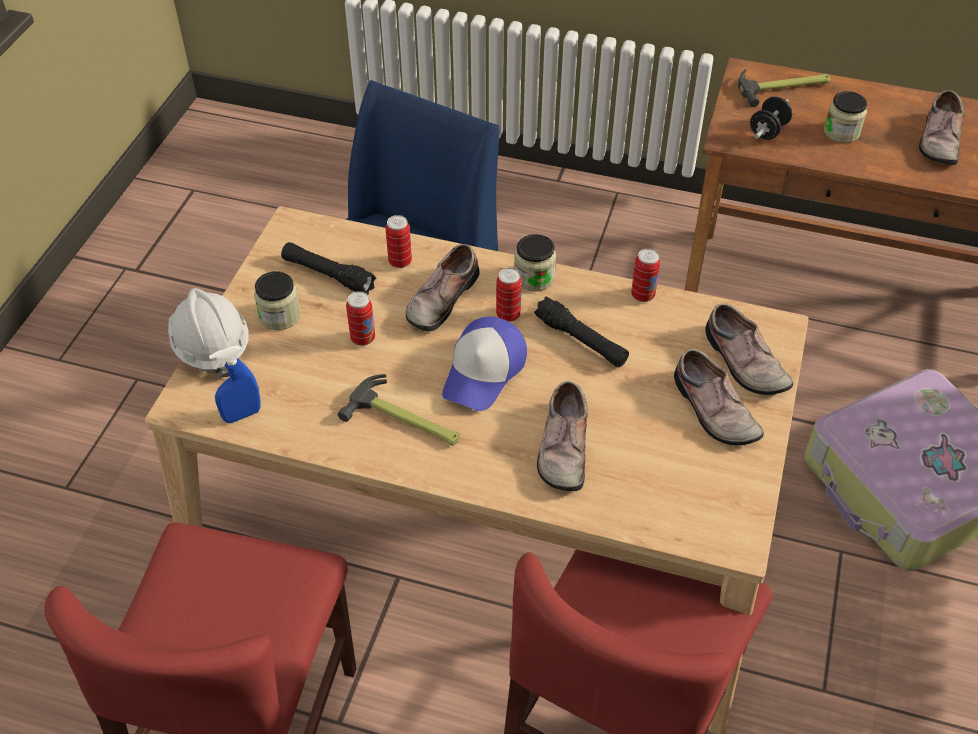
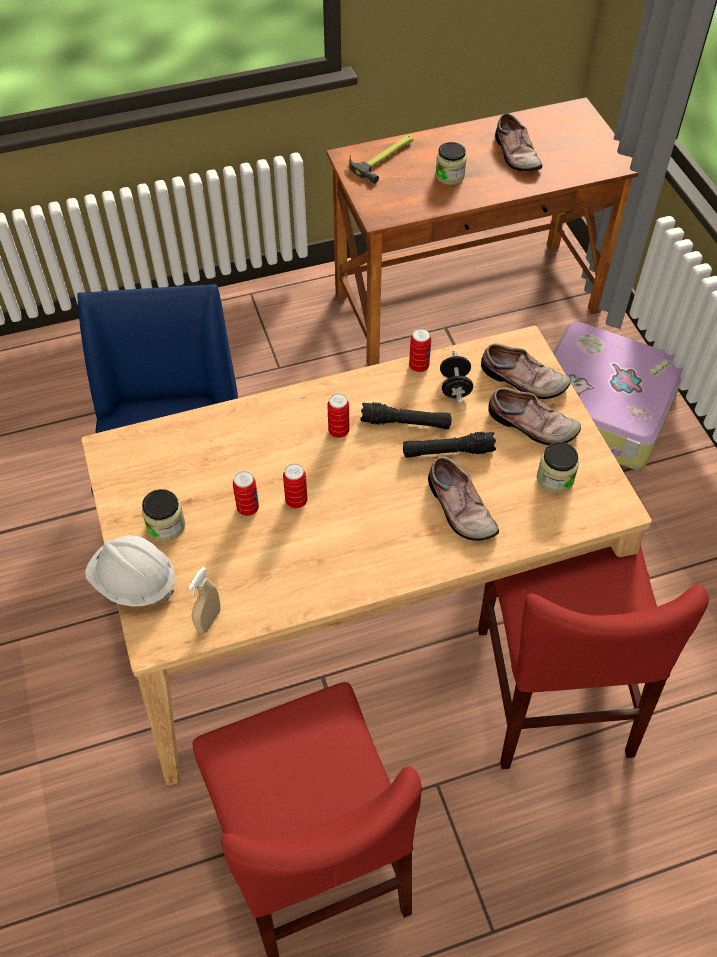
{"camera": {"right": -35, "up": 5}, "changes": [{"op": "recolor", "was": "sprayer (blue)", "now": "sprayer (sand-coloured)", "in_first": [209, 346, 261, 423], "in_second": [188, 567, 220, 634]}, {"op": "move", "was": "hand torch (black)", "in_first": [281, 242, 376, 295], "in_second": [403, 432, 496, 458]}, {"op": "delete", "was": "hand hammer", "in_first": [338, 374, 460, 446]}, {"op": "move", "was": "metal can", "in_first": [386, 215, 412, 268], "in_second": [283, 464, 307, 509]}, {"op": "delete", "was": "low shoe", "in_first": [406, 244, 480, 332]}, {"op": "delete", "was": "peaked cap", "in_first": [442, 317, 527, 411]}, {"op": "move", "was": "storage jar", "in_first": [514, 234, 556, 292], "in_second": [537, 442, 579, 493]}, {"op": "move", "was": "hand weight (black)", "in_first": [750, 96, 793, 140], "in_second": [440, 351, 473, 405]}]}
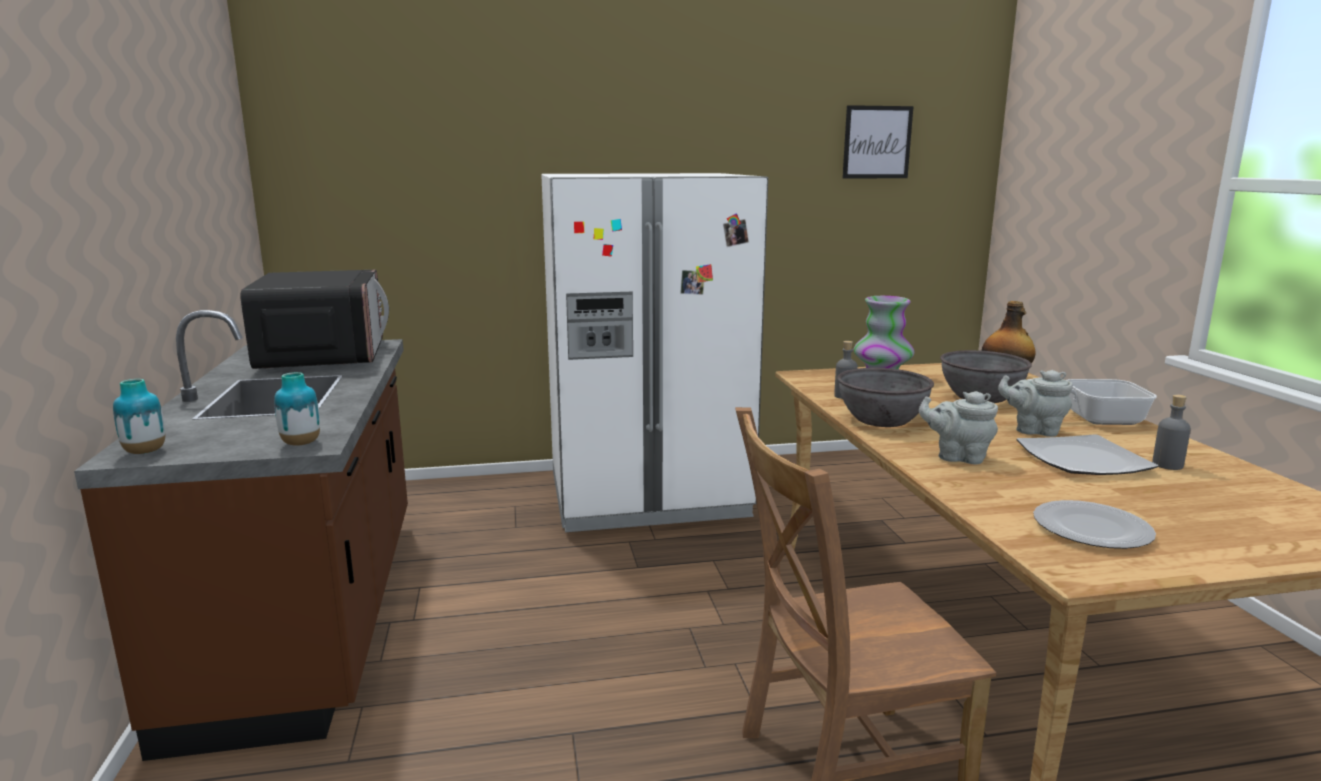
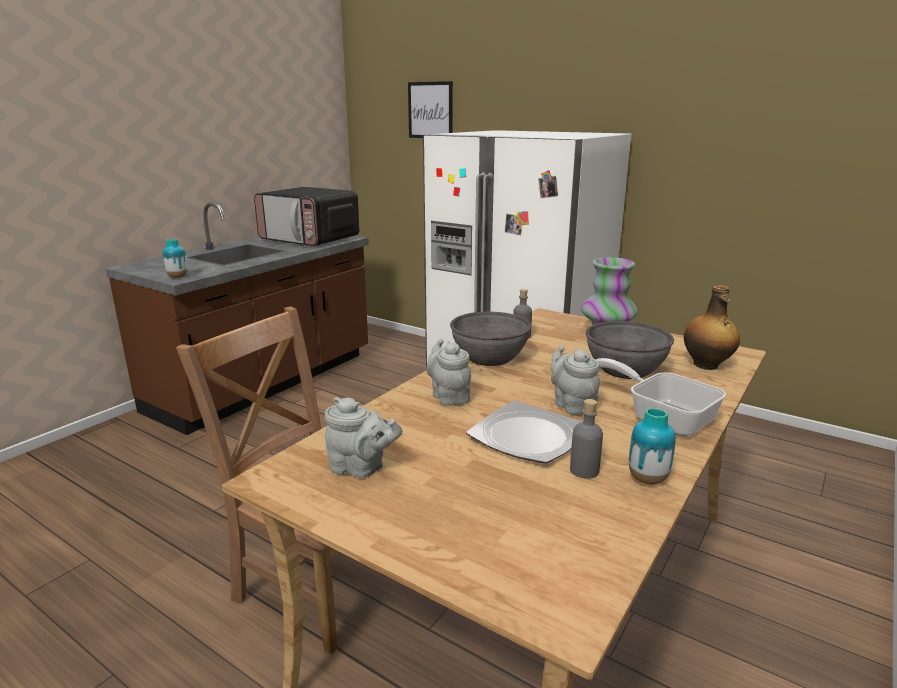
{"camera": {"right": 45, "up": 5}, "changes": [{"op": "move", "was": "vase", "in_first": [113, 379, 165, 454], "in_second": [629, 408, 675, 484]}, {"op": "rotate", "was": "kitchen microwave", "in_first": [241, 270, 389, 369], "in_second": [254, 187, 360, 246], "clockwise": 90}, {"op": "move", "was": "wall picture", "in_first": [842, 105, 914, 178], "in_second": [408, 81, 453, 138]}, {"op": "replace", "was": "dinner plate", "now": "pot for tea (gray)", "in_first": [1033, 500, 1156, 549], "in_second": [325, 397, 402, 478]}]}
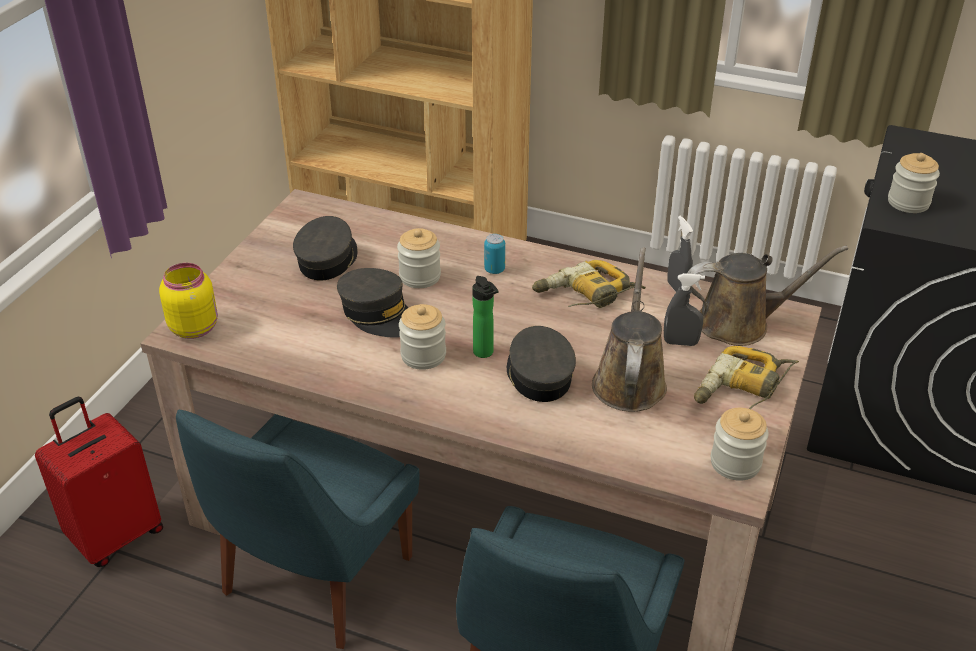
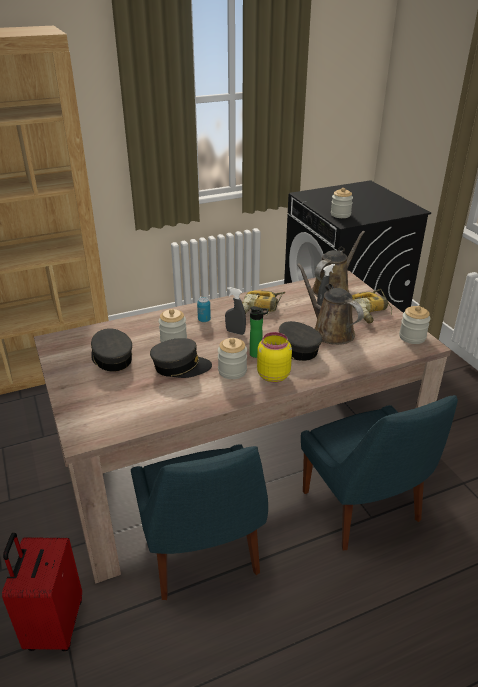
{"camera": {"right": -45, "up": -5}, "changes": [{"op": "move", "was": "storage jar (yellow)", "in_first": [159, 263, 218, 339], "in_second": [257, 332, 292, 383]}, {"op": "move", "was": "sprayer (gray)", "in_first": [667, 216, 693, 292], "in_second": [225, 287, 246, 335]}]}
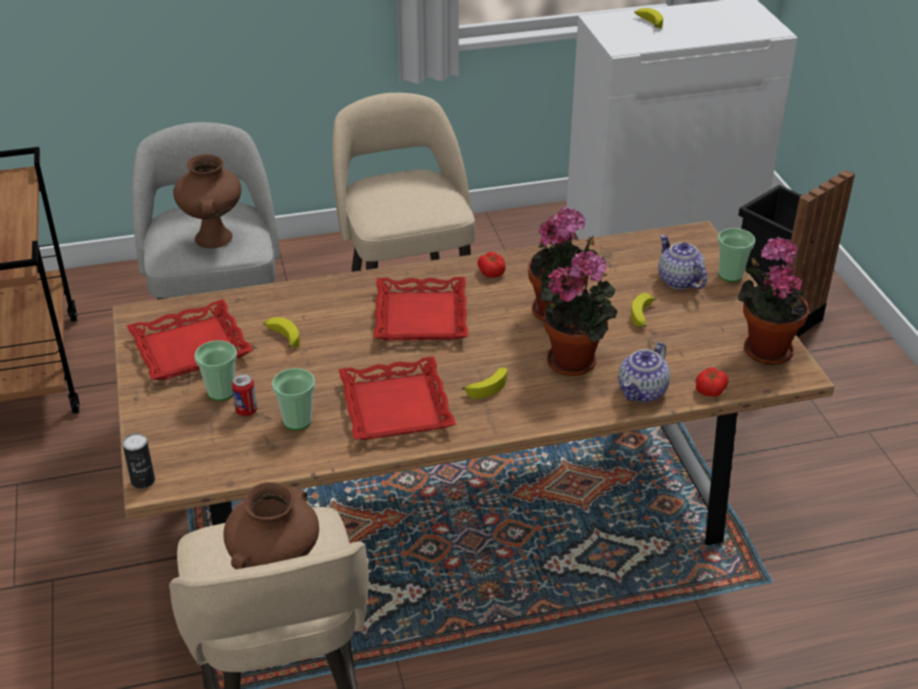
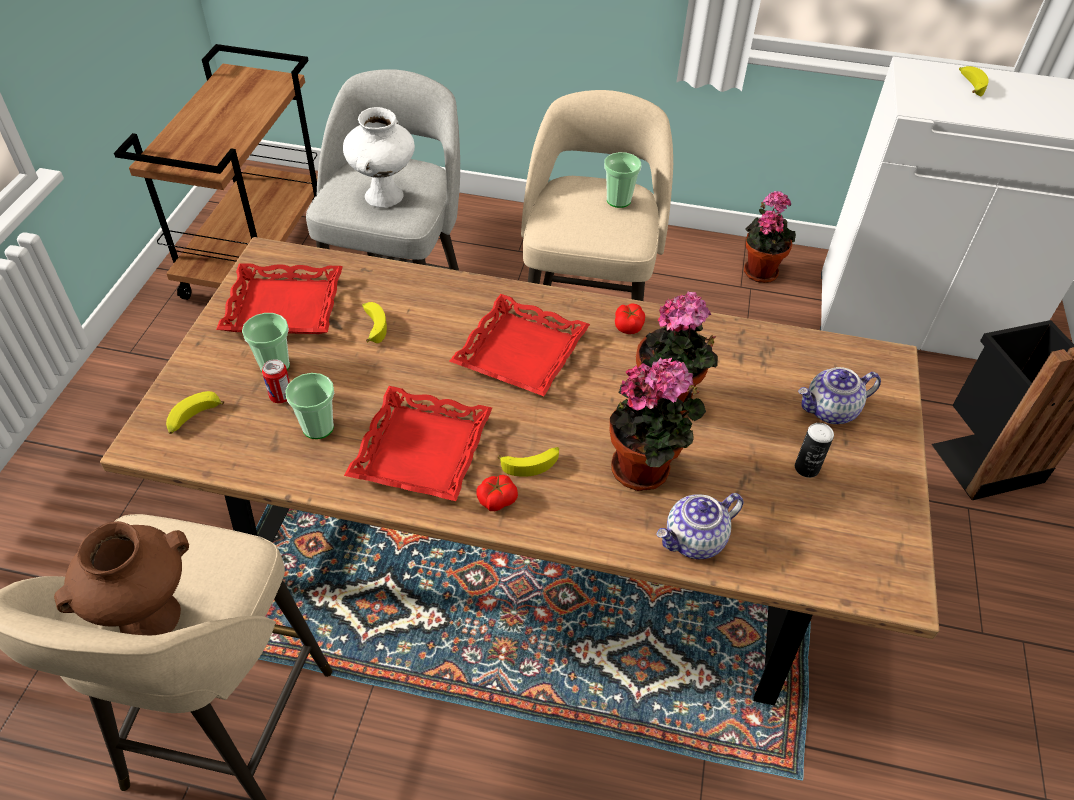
{"camera": {"right": 25, "up": 10}, "changes": [{"op": "move", "was": "metal can", "in_first": [122, 433, 155, 489], "in_second": [795, 423, 834, 478]}, {"op": "recolor", "was": "vase (brown-coloured)", "now": "vase (whitish)", "in_first": [173, 154, 241, 248], "in_second": [343, 107, 415, 208]}, {"op": "move", "was": "banana fruit", "in_first": [631, 293, 657, 327], "in_second": [166, 391, 224, 434]}, {"op": "rotate", "was": "pot for tea", "in_first": [658, 235, 707, 290], "in_second": [798, 367, 881, 424], "clockwise": -105}, {"op": "move", "was": "whole tomato", "in_first": [696, 367, 729, 397], "in_second": [477, 475, 518, 511]}, {"op": "move", "was": "cup", "in_first": [718, 228, 755, 282], "in_second": [604, 152, 641, 208]}, {"op": "move", "was": "plant in a pot", "in_first": [738, 237, 809, 365], "in_second": [744, 191, 796, 283]}]}
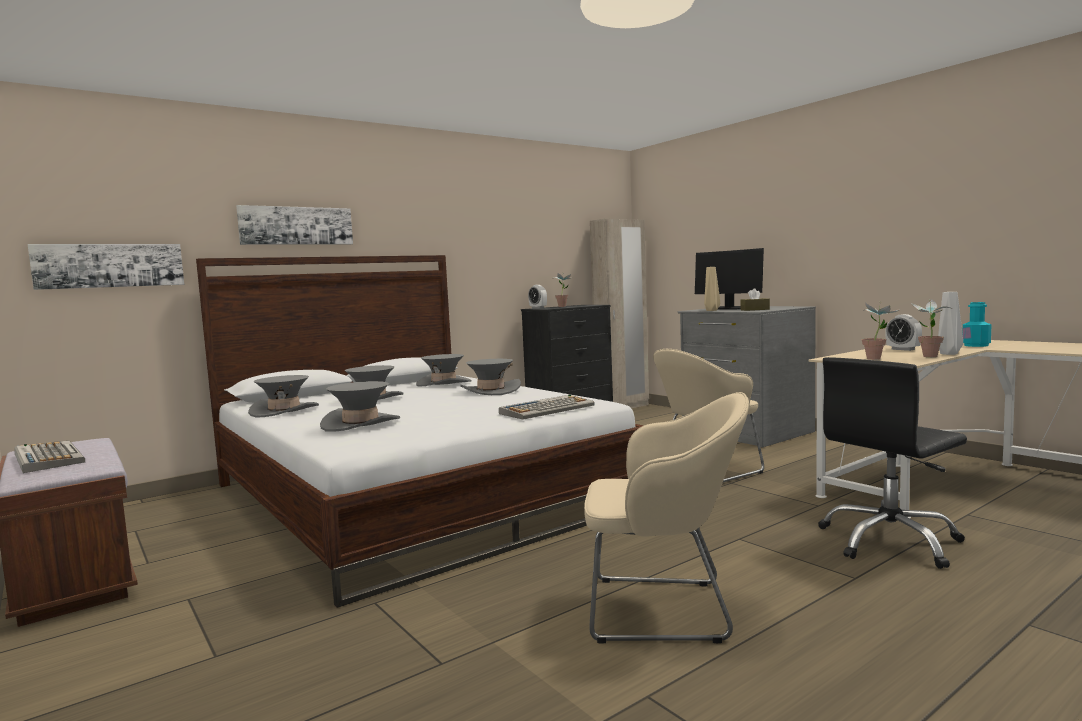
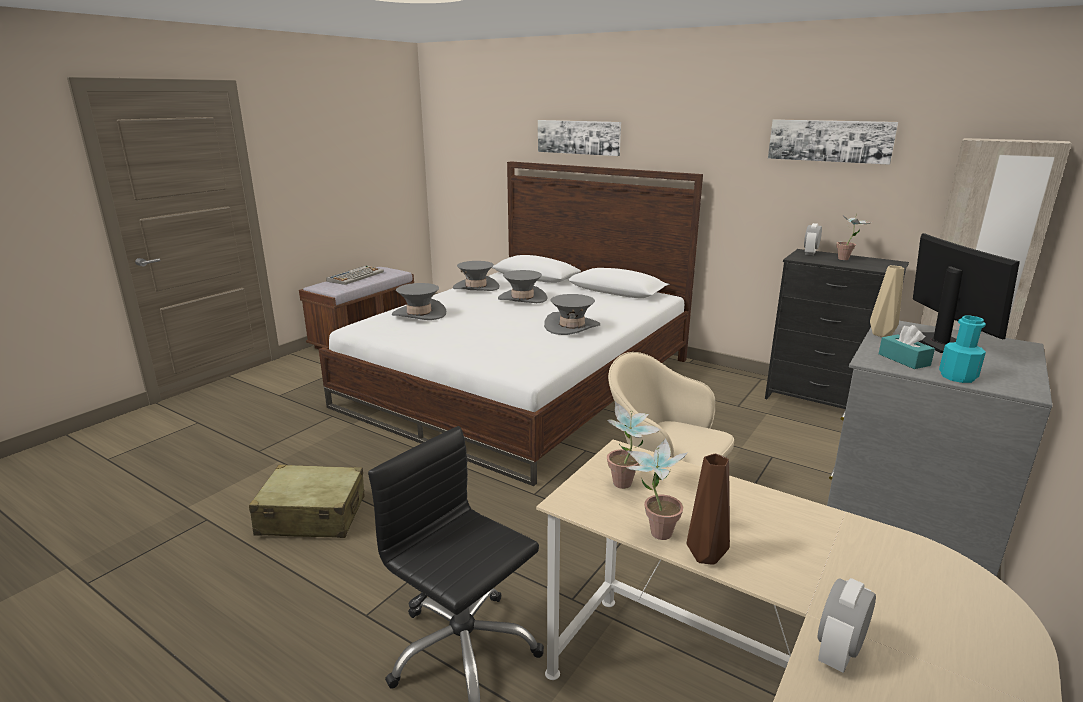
{"camera": {"right": 70, "up": 15}, "changes": [{"op": "move", "was": "wall picture", "in_first": [28, 244, 184, 290], "in_second": [768, 120, 898, 165]}, {"op": "delete", "was": "hat (gray)", "in_first": [416, 354, 471, 387]}, {"op": "delete", "was": "computer keyboard", "in_first": [499, 395, 594, 420]}, {"op": "replace", "was": "armchair (sand-coloured)", "now": "piece of luggage (sand-coloured)", "in_first": [584, 392, 749, 644], "in_second": [249, 464, 365, 538]}, {"op": "rotate", "was": "monitor", "in_first": [695, 248, 764, 310], "in_second": [913, 233, 1020, 353], "clockwise": 150}, {"op": "recolor", "was": "box of tissues (brown-coloured)", "now": "box of tissues (turquoise-coloured)", "in_first": [740, 288, 770, 311], "in_second": [879, 325, 935, 369]}, {"op": "move", "was": "alarm clock", "in_first": [885, 314, 922, 351], "in_second": [818, 578, 876, 673]}, {"op": "recolor", "was": "vase (whitish)", "now": "vase (brown-coloured)", "in_first": [938, 292, 963, 355], "in_second": [687, 454, 730, 565]}, {"op": "move", "was": "drink bottle (turquoise-coloured)", "in_first": [962, 302, 992, 347], "in_second": [939, 316, 986, 383]}]}
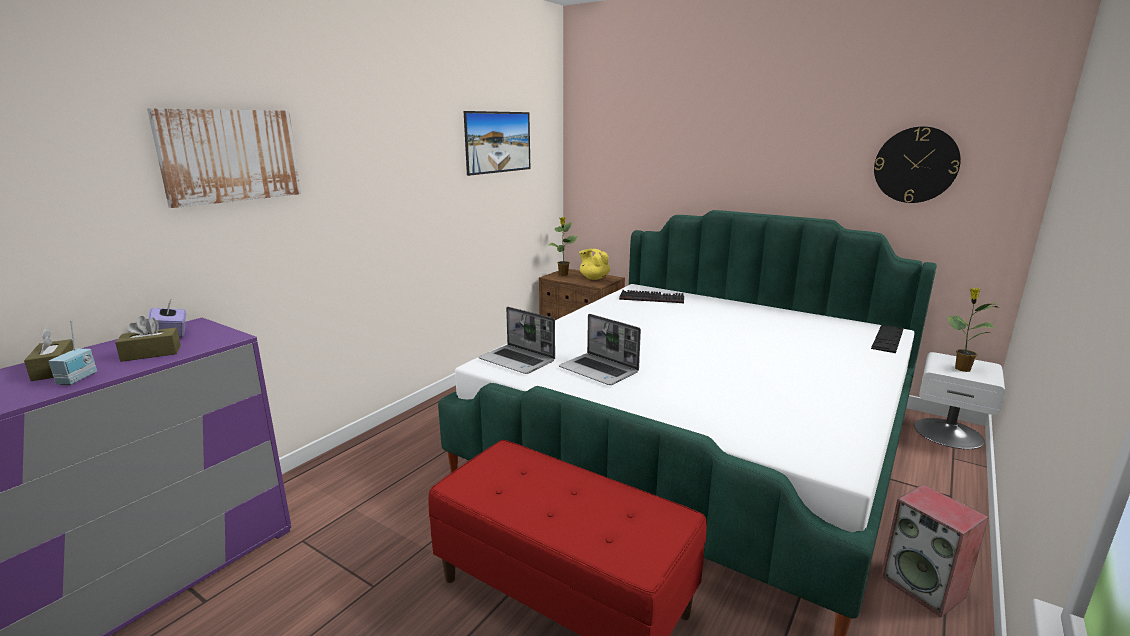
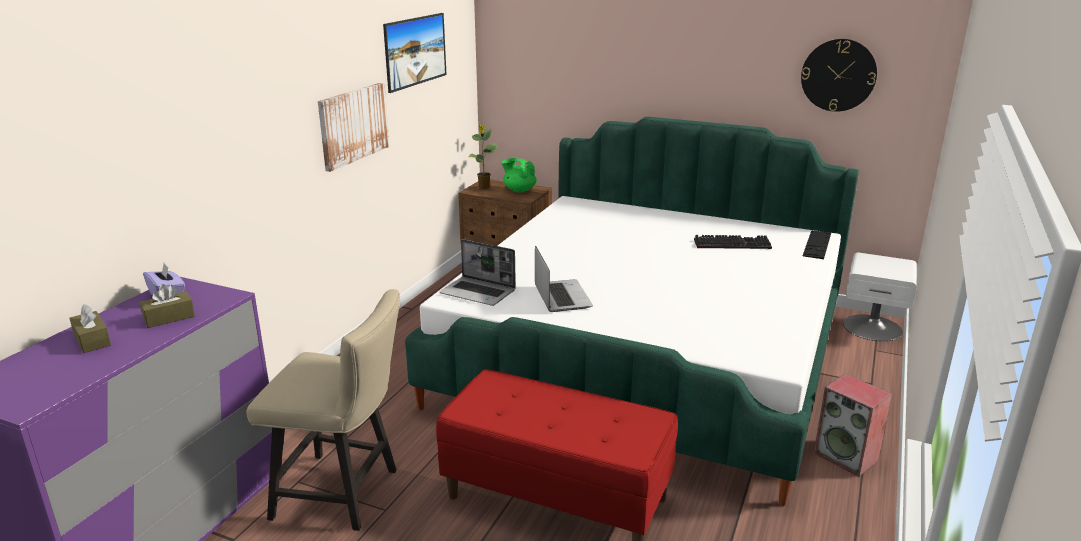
{"camera": {"right": -10, "up": 5}, "changes": [{"op": "delete", "was": "radio", "in_first": [49, 320, 97, 385]}, {"op": "move", "was": "wall picture", "in_first": [147, 108, 301, 208], "in_second": [318, 83, 389, 172]}, {"op": "rotate", "was": "notebook computer", "in_first": [559, 314, 641, 385], "in_second": [535, 246, 593, 312], "clockwise": -135}, {"op": "recolor", "was": "pot for tea (yellow)", "now": "pot for tea (greenish)", "in_first": [579, 249, 610, 280], "in_second": [501, 158, 537, 192]}, {"op": "move", "was": "computer keyboard", "in_first": [619, 290, 684, 303], "in_second": [694, 235, 772, 249]}, {"op": "delete", "was": "plant in a pot", "in_first": [948, 288, 999, 372]}, {"op": "insert", "now": "upright chair (sand-coloured)", "in_second": [246, 289, 400, 531]}]}
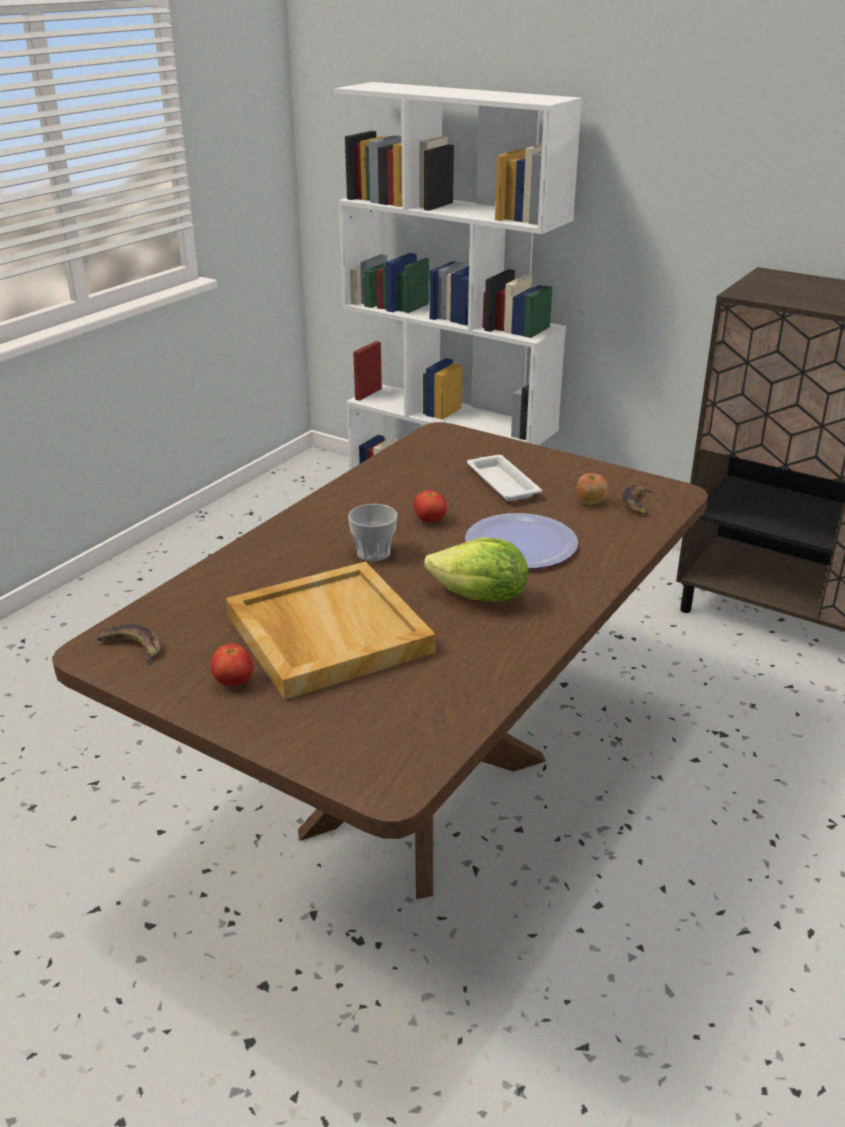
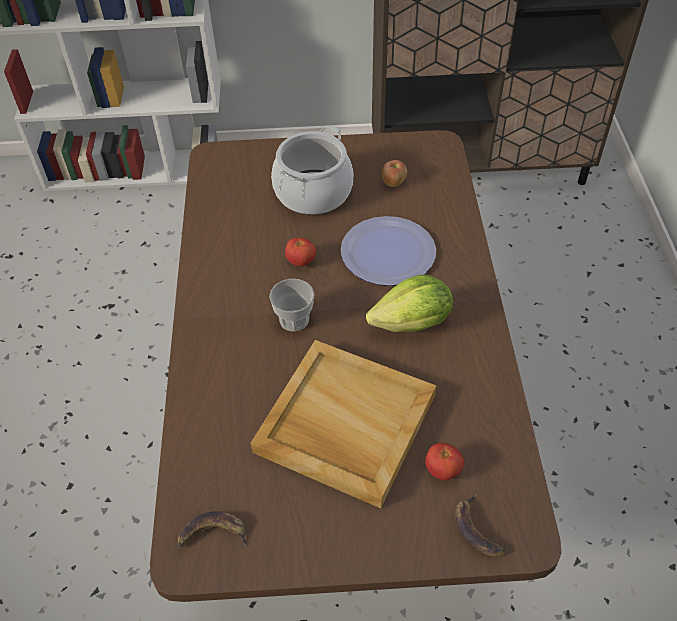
{"camera": {"right": -35, "up": 20}, "changes": [{"op": "move", "was": "whole tomato", "in_first": [211, 644, 253, 686], "in_second": [425, 443, 464, 480]}, {"op": "replace", "was": "tray (whitish)", "now": "cooking pot", "in_first": [467, 455, 542, 501], "in_second": [271, 126, 353, 215]}, {"op": "move", "was": "banana fruit", "in_first": [623, 484, 655, 514], "in_second": [455, 493, 506, 557]}]}
